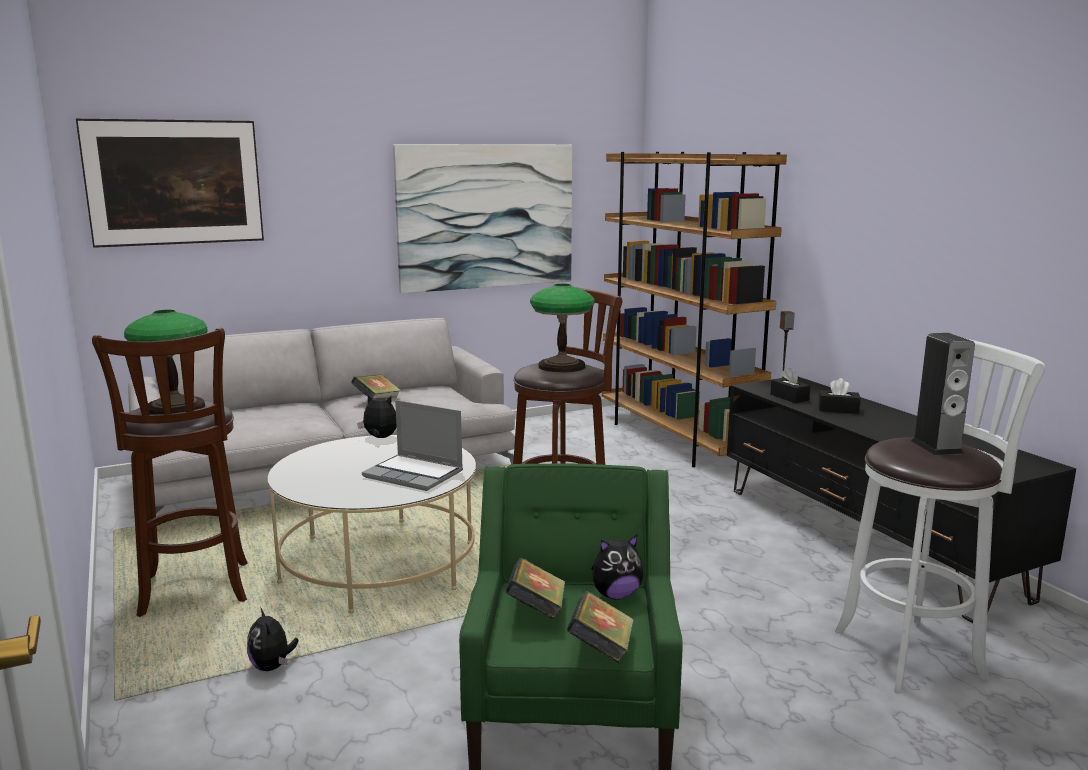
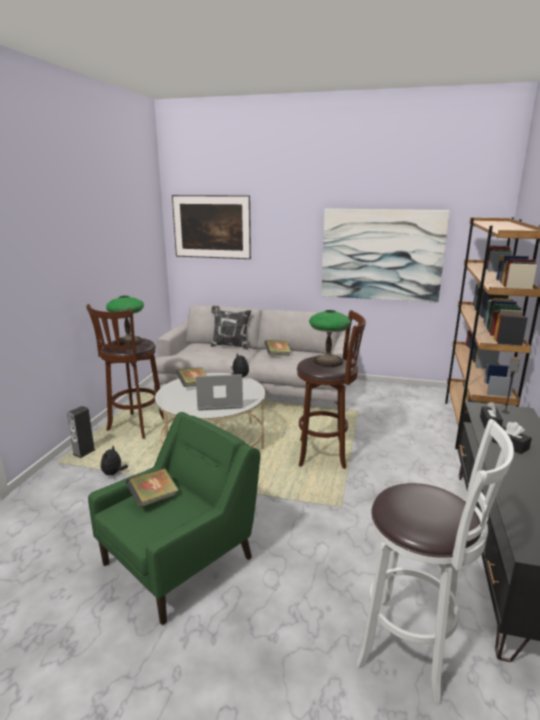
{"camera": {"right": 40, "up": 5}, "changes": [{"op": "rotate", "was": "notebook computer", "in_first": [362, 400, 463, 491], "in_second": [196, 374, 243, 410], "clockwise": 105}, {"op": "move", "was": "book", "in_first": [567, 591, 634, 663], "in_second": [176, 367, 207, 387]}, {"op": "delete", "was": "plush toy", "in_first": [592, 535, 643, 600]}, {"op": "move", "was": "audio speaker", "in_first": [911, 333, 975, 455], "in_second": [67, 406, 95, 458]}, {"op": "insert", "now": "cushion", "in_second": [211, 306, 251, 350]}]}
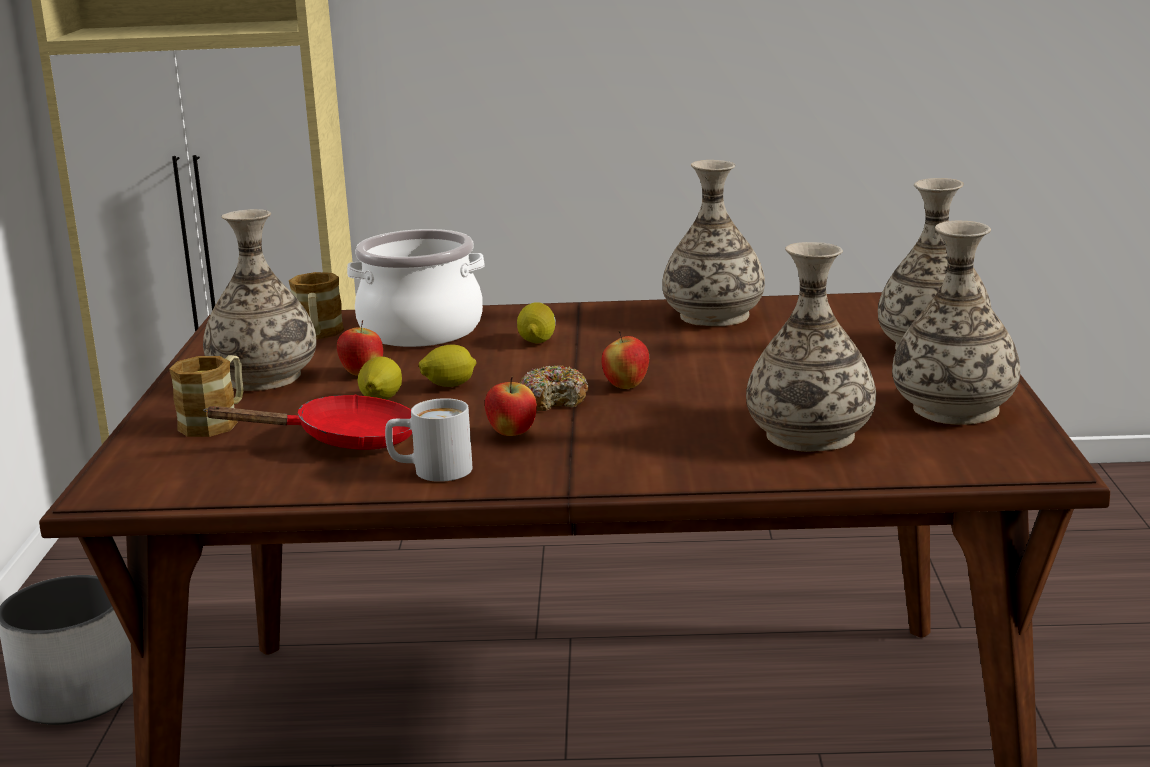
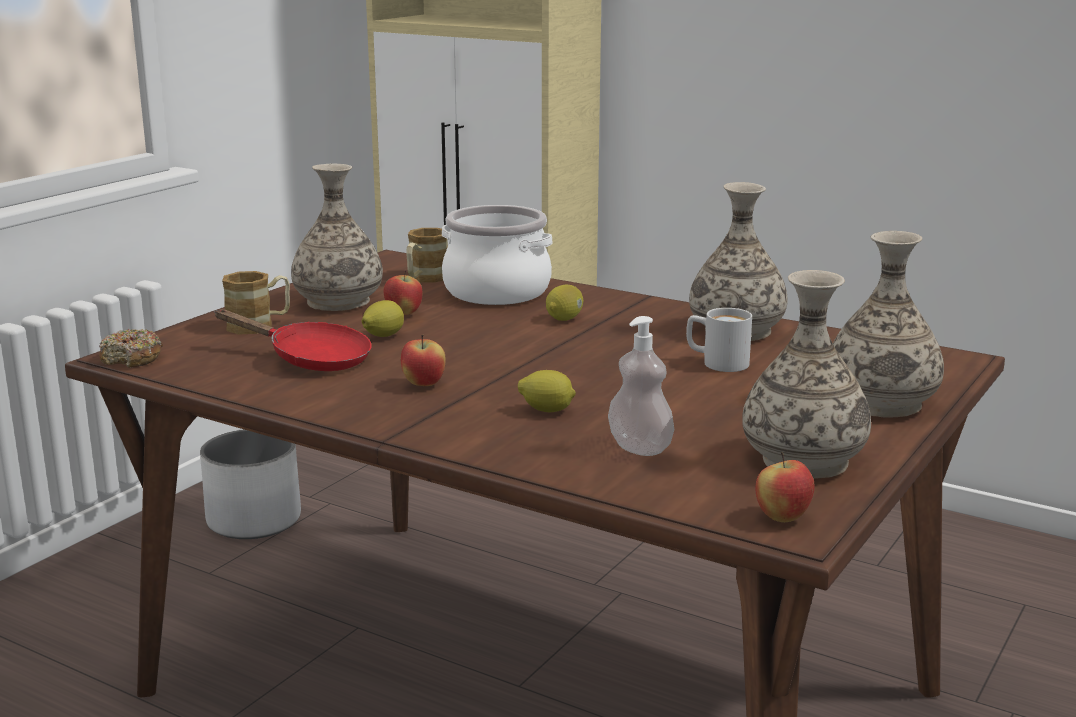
{"camera": {"right": 30, "up": 0}, "changes": [{"op": "move", "was": "coffee mug (whitish)", "in_first": [385, 398, 472, 482], "in_second": [686, 308, 752, 372]}, {"op": "move", "was": "whole lemon", "in_first": [419, 345, 477, 387], "in_second": [518, 370, 576, 412]}, {"op": "move", "was": "donut", "in_first": [520, 365, 588, 411], "in_second": [99, 329, 163, 368]}, {"op": "move", "was": "apple fruit", "in_first": [602, 331, 649, 389], "in_second": [755, 452, 815, 522]}, {"op": "replace", "was": "vase", "now": "soap dispenser", "in_first": [746, 242, 876, 452], "in_second": [608, 316, 674, 456]}]}
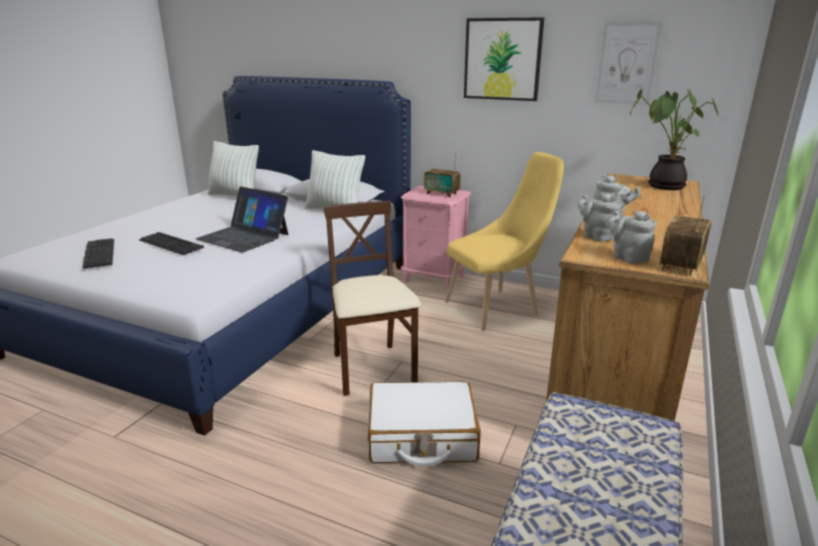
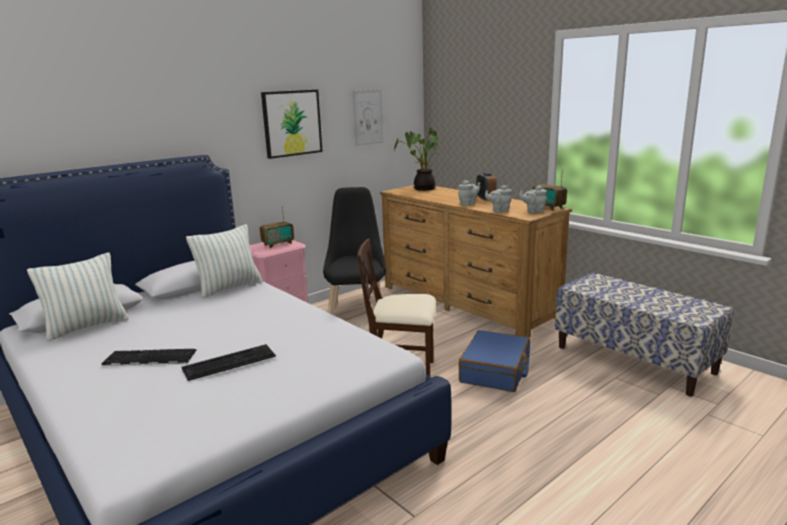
{"camera": {"right": -65, "up": -5}, "changes": [{"op": "move", "was": "computer keyboard", "in_first": [82, 238, 114, 269], "in_second": [101, 349, 197, 366]}, {"op": "delete", "was": "notebook computer", "in_first": [196, 186, 288, 253]}, {"op": "recolor", "was": "piece of luggage (whitish)", "now": "piece of luggage (blue)", "in_first": [368, 381, 481, 467], "in_second": [459, 330, 530, 392]}, {"op": "recolor", "was": "upright chair (yellow)", "now": "upright chair (black)", "in_first": [445, 152, 564, 331], "in_second": [323, 187, 386, 314]}, {"op": "insert", "now": "alarm clock", "in_second": [476, 172, 497, 201]}]}
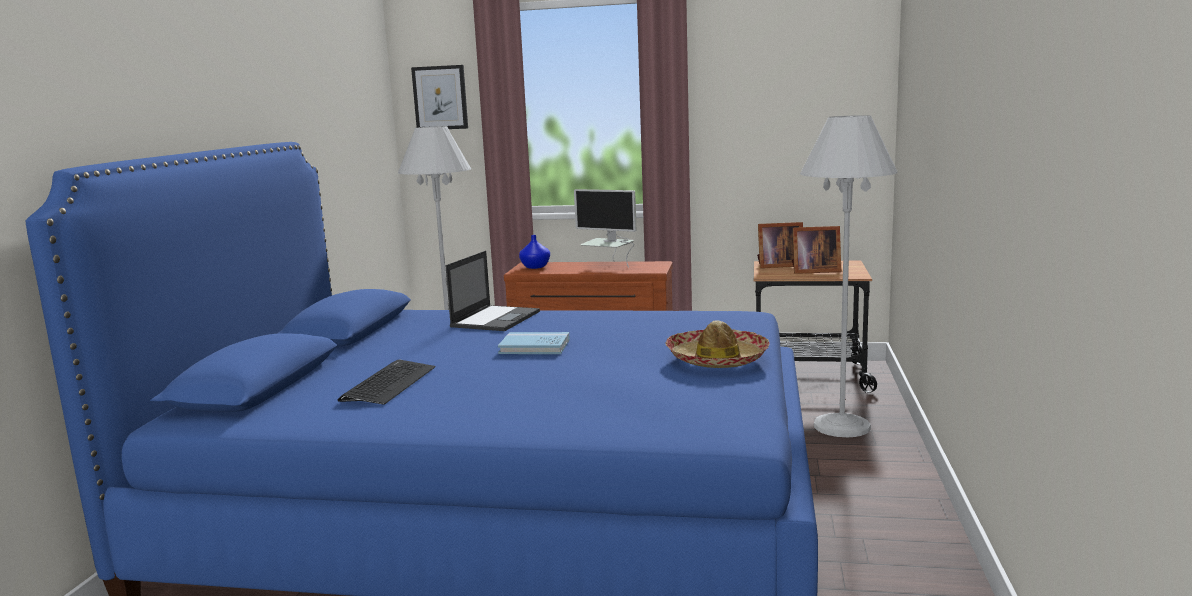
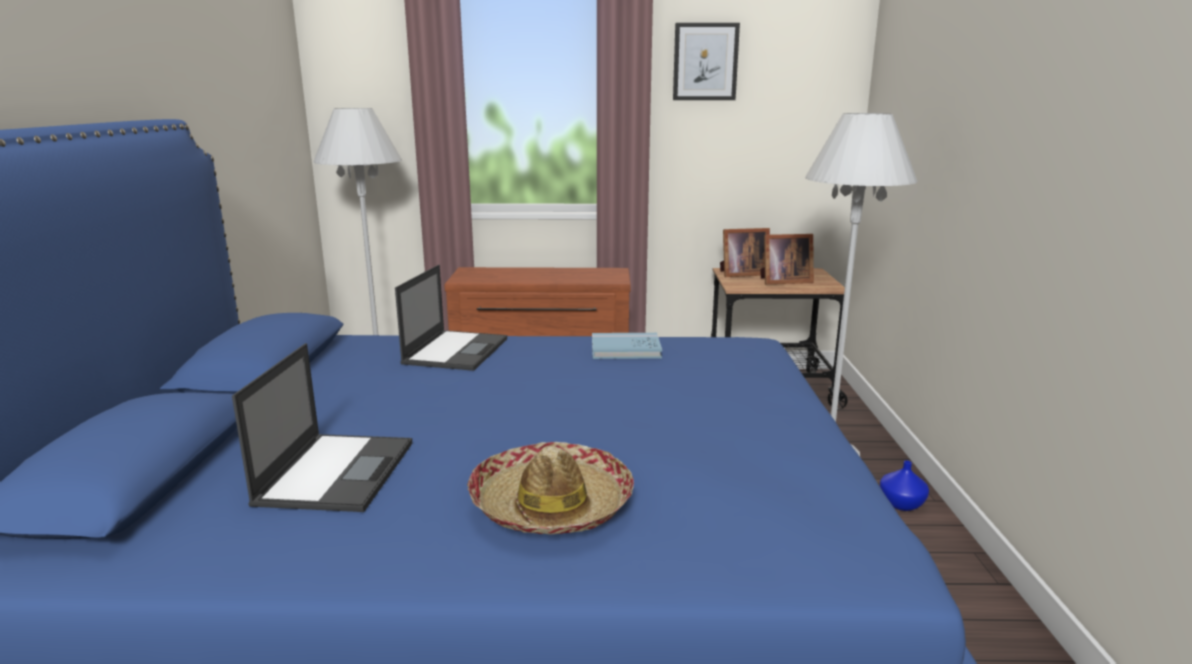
{"camera": {"right": -10, "up": 5}, "changes": [{"op": "replace", "was": "computer keyboard", "now": "notebook computer", "in_first": [338, 359, 435, 405], "in_second": [232, 343, 412, 512]}, {"op": "move", "was": "wall picture", "in_first": [411, 65, 468, 129], "in_second": [673, 23, 740, 100]}, {"op": "move", "was": "book (blue)", "in_first": [498, 332, 570, 354], "in_second": [592, 333, 662, 359]}, {"op": "move", "was": "vase (blue)", "in_first": [519, 235, 550, 269], "in_second": [880, 460, 929, 511]}, {"op": "delete", "was": "monitor", "in_first": [574, 189, 636, 268]}, {"op": "move", "was": "hat", "in_first": [665, 320, 770, 368], "in_second": [467, 442, 634, 534]}]}
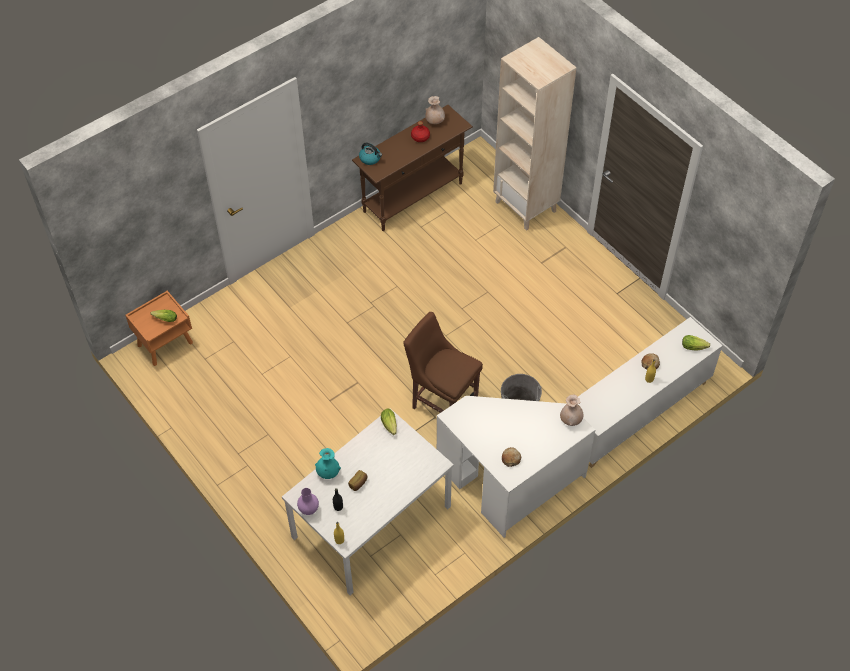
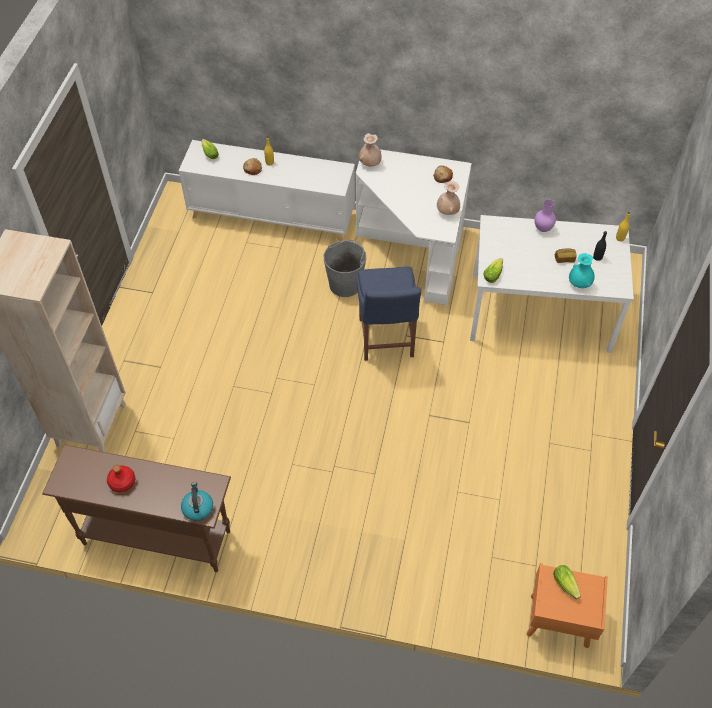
{"camera": {"right": -130, "up": 0}, "changes": [{"op": "move", "was": "vase (purple-coloured)", "in_first": [297, 488, 319, 515], "in_second": [535, 200, 556, 232]}, {"op": "recolor", "was": "upright chair (brown-coloured)", "now": "upright chair (blue)", "in_first": [403, 312, 483, 413], "in_second": [357, 267, 421, 361]}, {"op": "move", "was": "vase (sand-coloured)", "in_first": [425, 96, 445, 124], "in_second": [437, 181, 460, 215]}]}
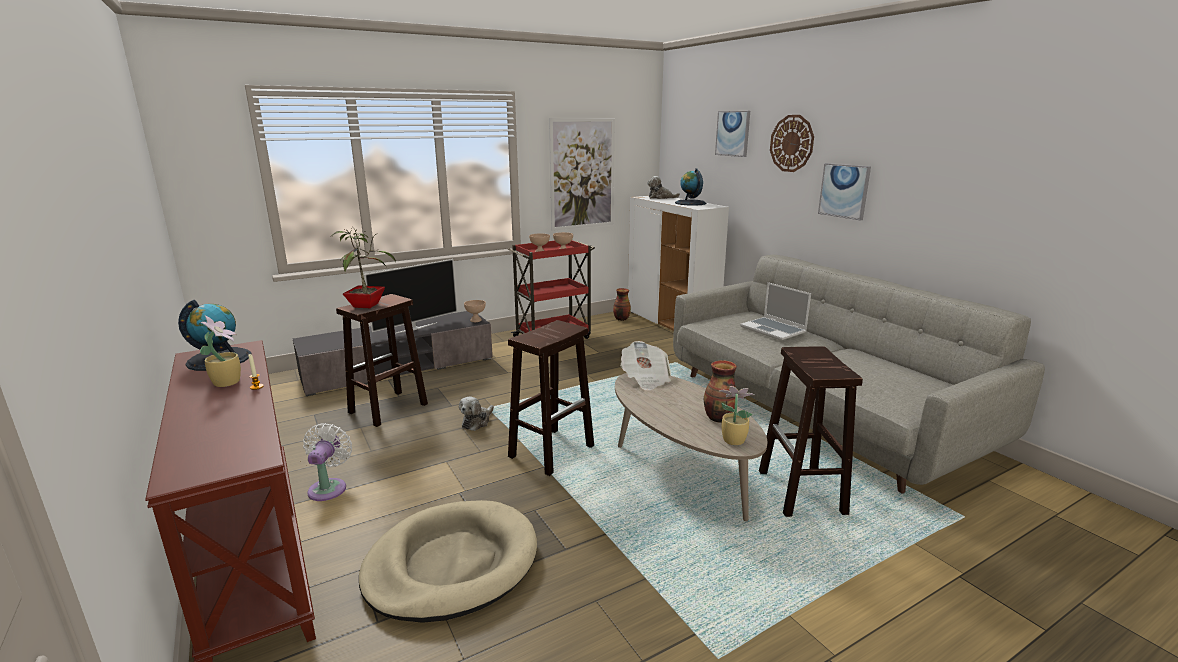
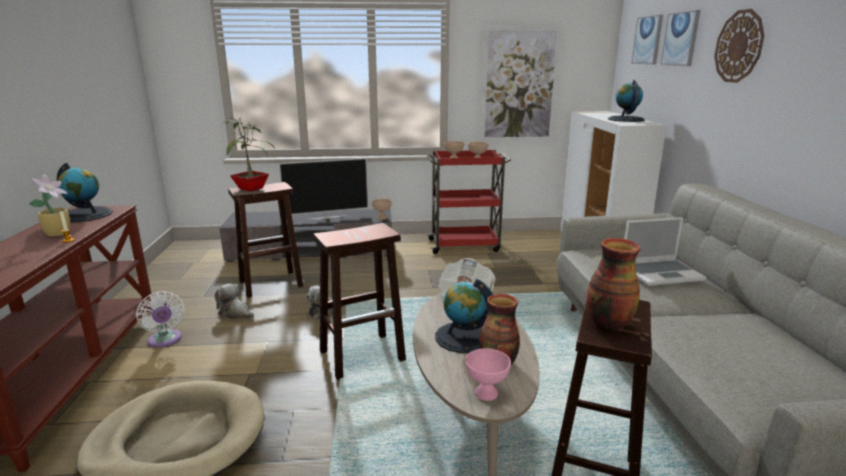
{"camera": {"right": 25, "up": 0}, "changes": [{"op": "rotate", "was": "fan (whitish)", "in_first": [303, 423, 352, 501], "in_second": [136, 291, 185, 348], "clockwise": 120}, {"op": "move", "was": "vase", "in_first": [613, 288, 631, 321], "in_second": [586, 238, 641, 330]}, {"op": "move", "was": "plush toy", "in_first": [647, 176, 680, 199], "in_second": [215, 284, 254, 319]}, {"op": "replace", "was": "plant in a pot", "now": "serving bowl (pinkish)", "in_first": [720, 386, 755, 445], "in_second": [465, 348, 511, 401]}, {"op": "rotate", "was": "notebook computer", "in_first": [740, 282, 811, 341], "in_second": [624, 217, 706, 286], "clockwise": -90}, {"op": "move", "was": "wall picture", "in_first": [818, 163, 871, 221], "in_second": [631, 15, 663, 64]}, {"op": "insert", "now": "world globe", "in_second": [435, 279, 493, 353]}]}
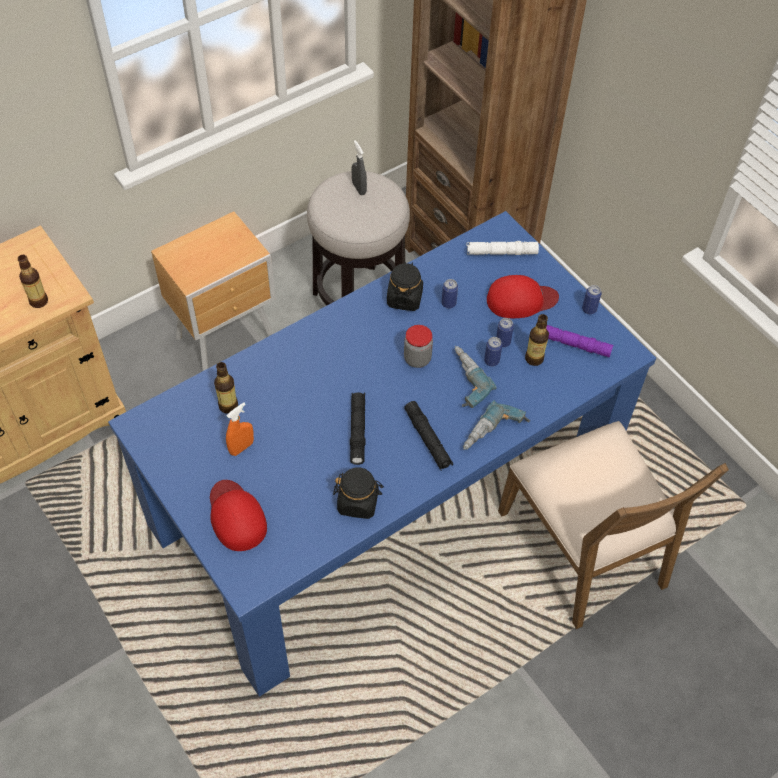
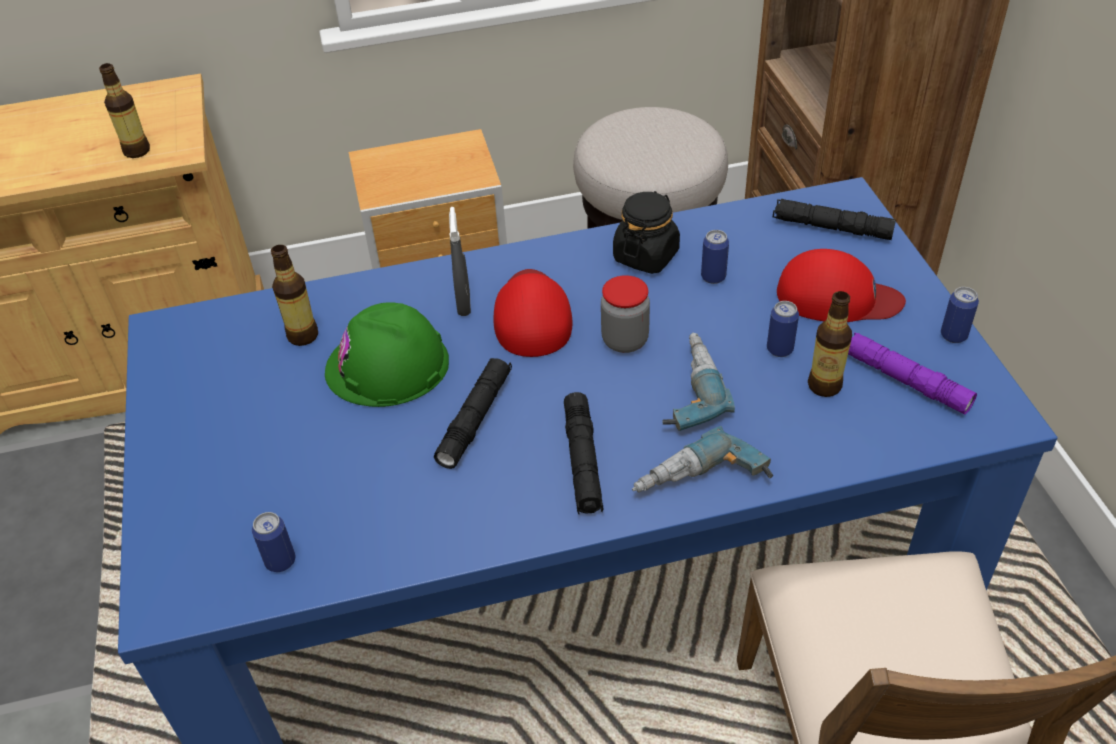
{"camera": {"right": 25, "up": -10}, "changes": [{"op": "move", "was": "peaked cap (reddish)", "in_first": [210, 480, 267, 551], "in_second": [493, 269, 572, 357]}, {"op": "delete", "was": "sprayer (orange)", "in_first": [226, 403, 254, 456]}, {"op": "delete", "was": "storage jar (black)", "in_first": [333, 467, 384, 519]}, {"op": "move", "was": "sprayer (gray)", "in_first": [352, 140, 367, 195], "in_second": [449, 207, 471, 316]}, {"op": "recolor", "was": "hand torch (whitish)", "now": "hand torch (black)", "in_first": [466, 241, 539, 255], "in_second": [773, 199, 896, 240]}, {"op": "move", "was": "metal can", "in_first": [484, 337, 502, 366], "in_second": [252, 512, 295, 572]}, {"op": "insert", "now": "safety helmet (greenish)", "in_second": [325, 302, 449, 407]}]}
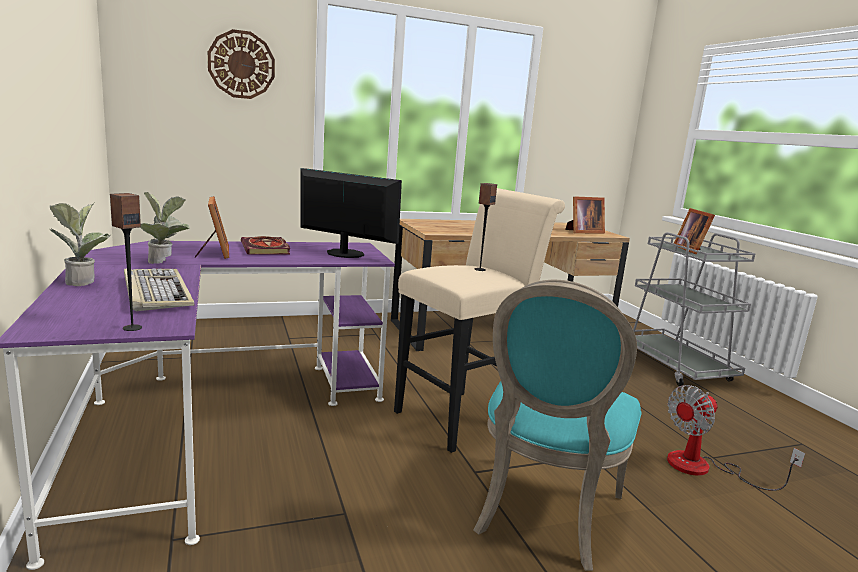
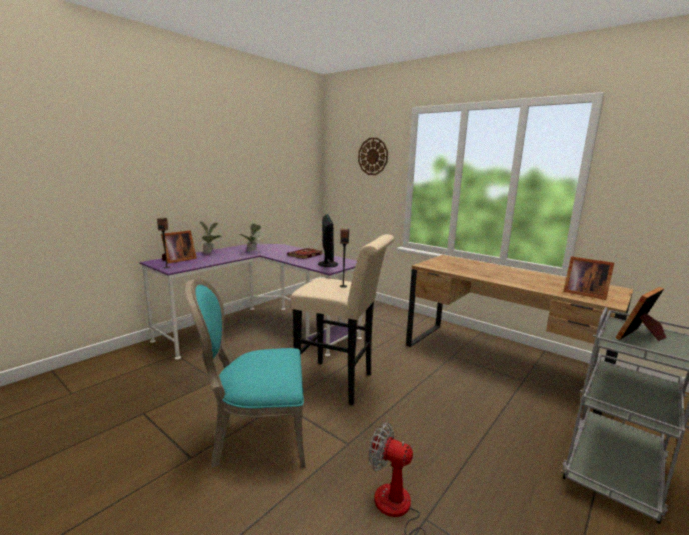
{"camera": {"right": 60, "up": 0}, "changes": [{"op": "delete", "was": "computer keyboard", "in_first": [124, 268, 194, 311]}, {"op": "move", "was": "standing frame", "in_first": [195, 196, 229, 259], "in_second": [161, 230, 197, 264]}]}
